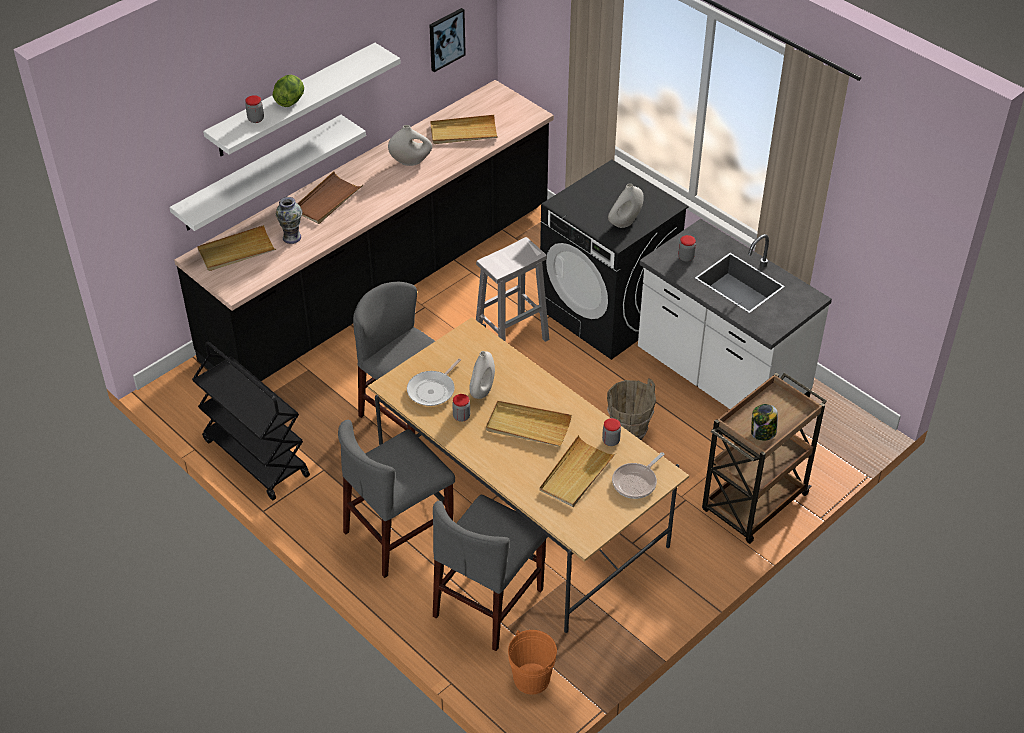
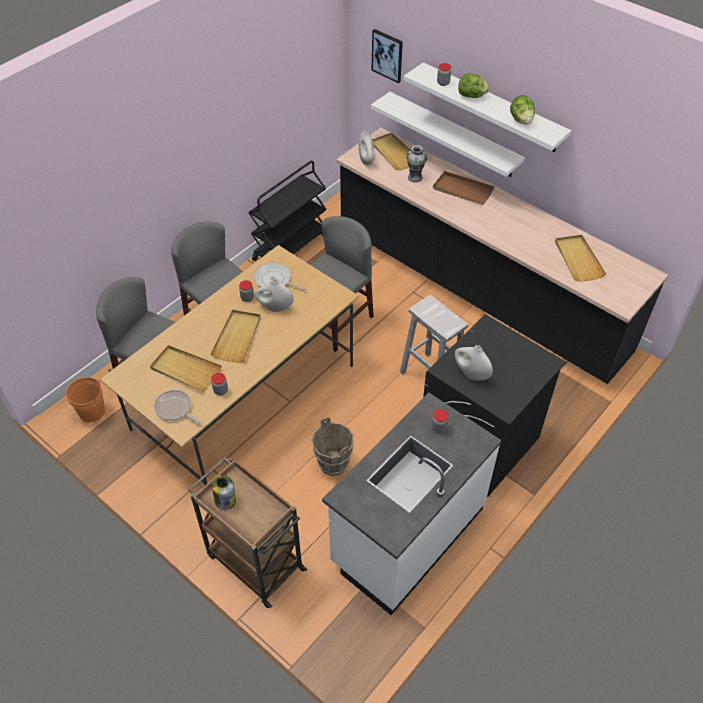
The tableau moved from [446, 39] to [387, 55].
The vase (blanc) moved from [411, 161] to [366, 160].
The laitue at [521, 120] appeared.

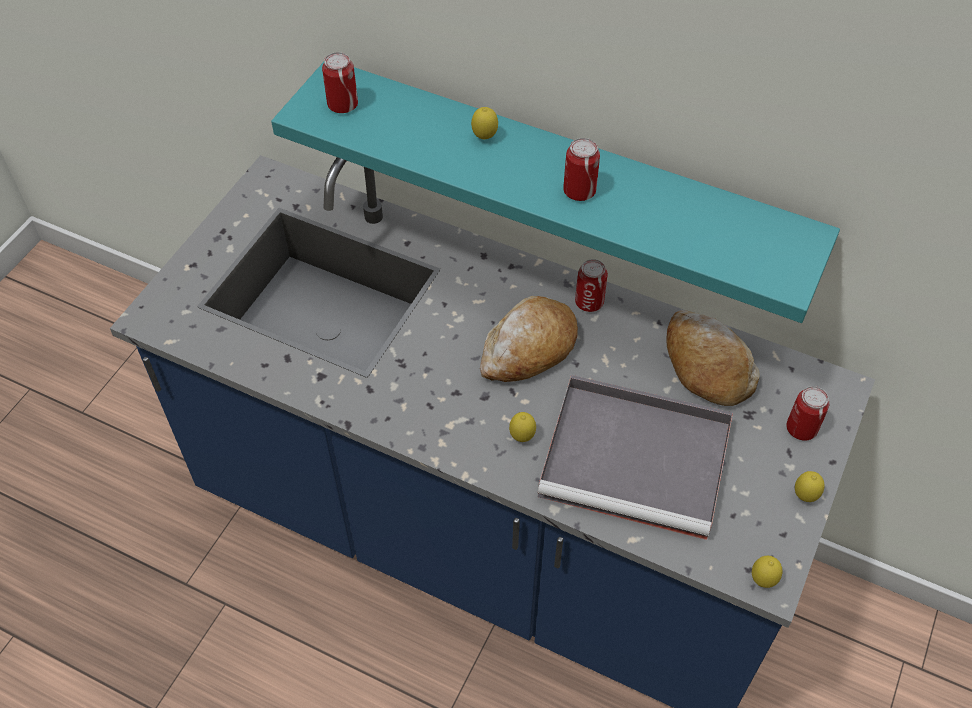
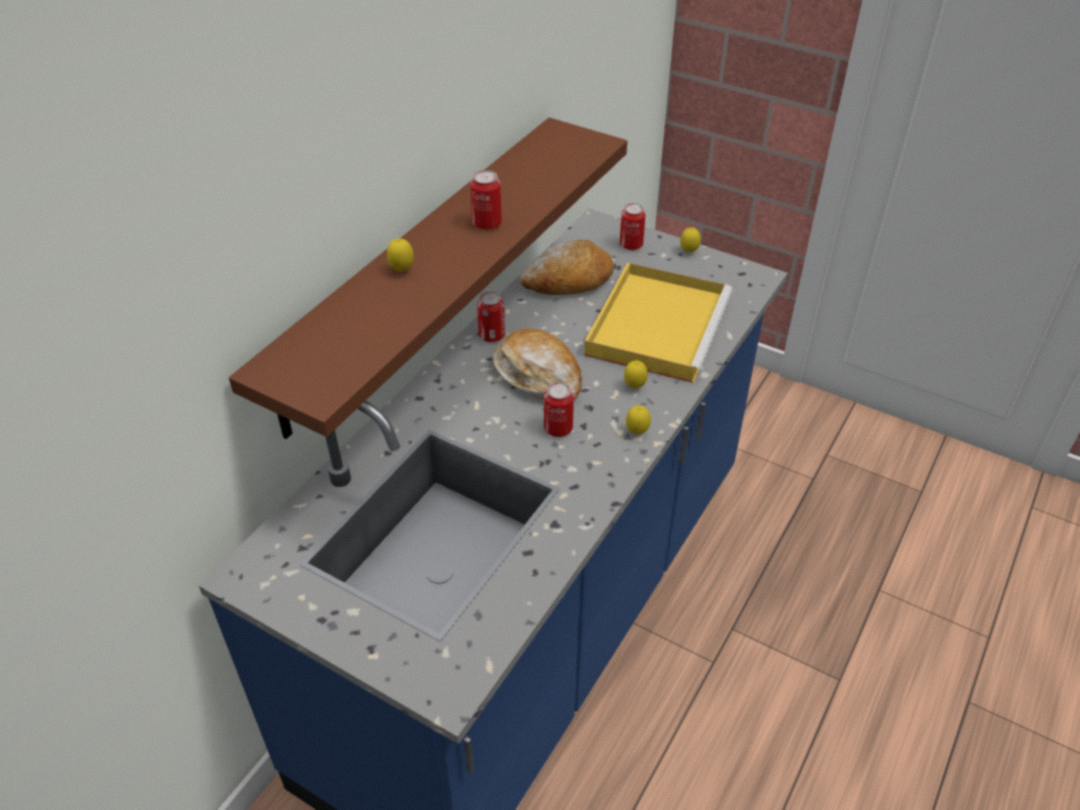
The boîte métallique moved from [343, 105] to [558, 428].
The étagère (turquoise) at [563, 178] became the étagère (marron) at [418, 269].
The plateau (gris) at [639, 460] became the plateau (jaune) at [657, 324].
The citron moved from [762, 580] to [637, 432].

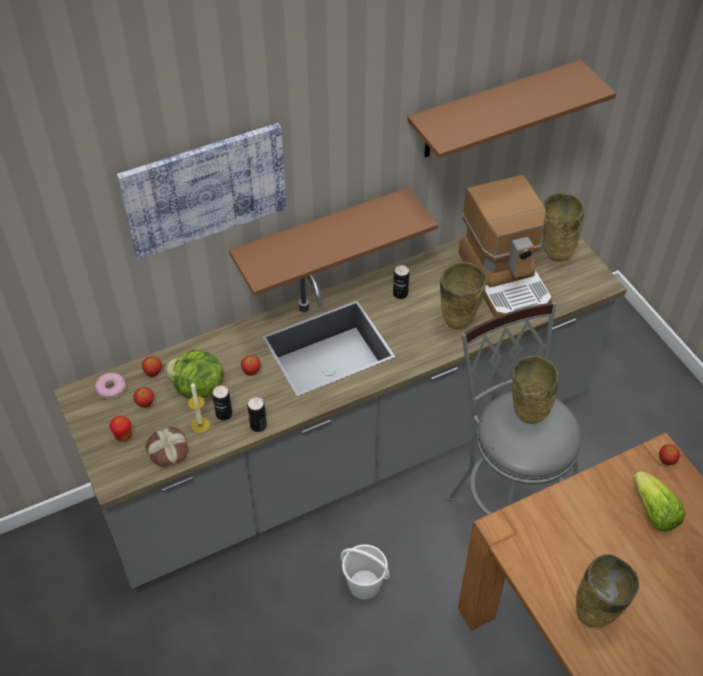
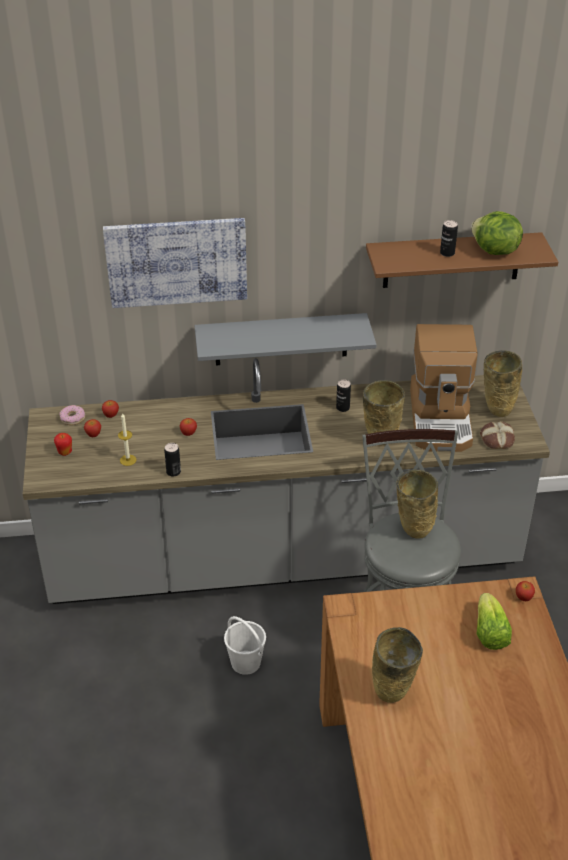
The étagère (marron) at [321, 238] became the étagère (gris) at [281, 339].
The laitue moved from [197, 388] to [494, 251].
The boîte métallique moved from [224, 414] to [447, 253].
The pain moved from [167, 450] to [496, 439].

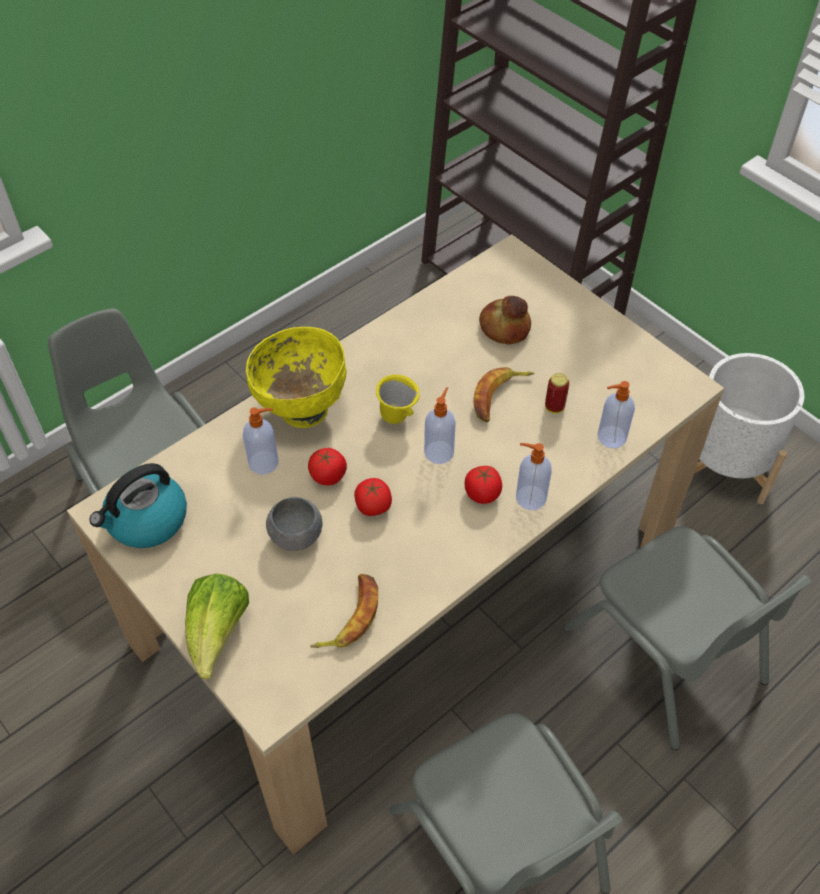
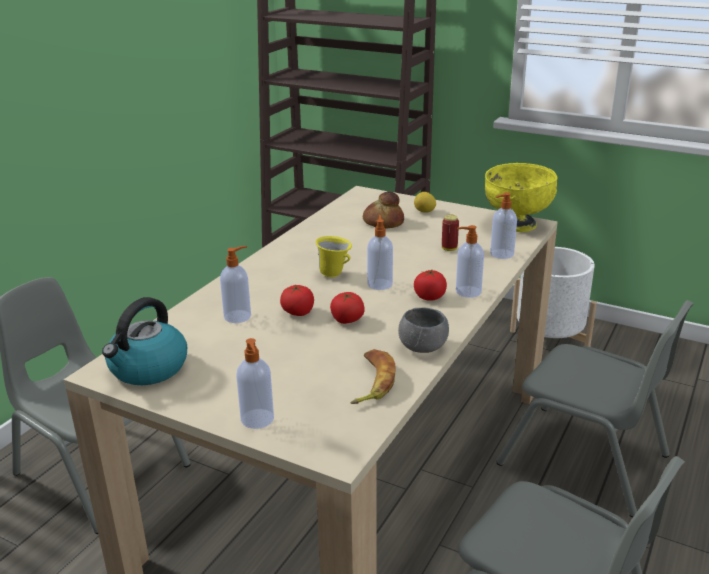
The bol (jaune) moved from [302, 409] to [516, 225].
The banane at [499, 397] disappeared.
The bol (gris) moved from [296, 536] to [423, 347].
The laitue at [218, 634] was replaced by the distributeur de savon at [257, 420].
The citron at [424, 212] appeared.

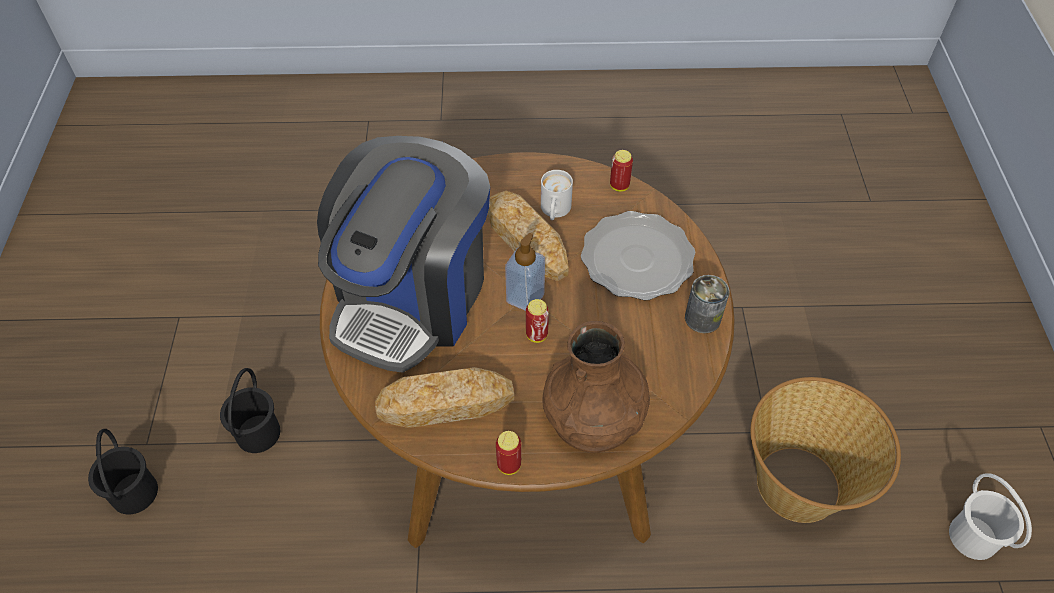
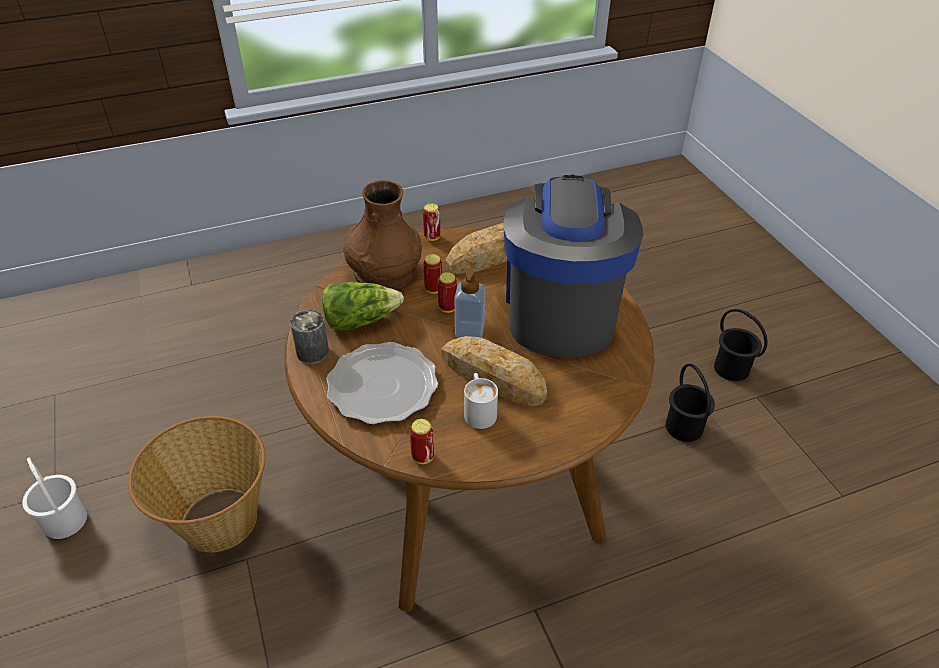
The boîte métallique at [433, 289] appeared.
The laitue at [360, 320] appeared.

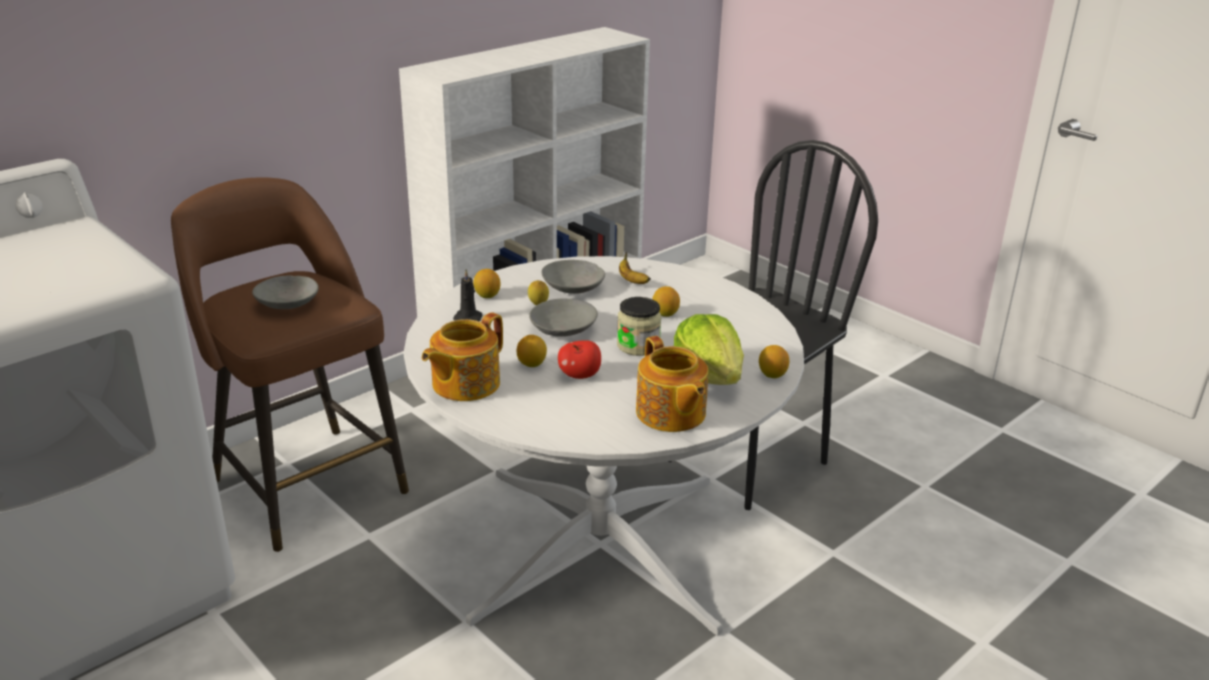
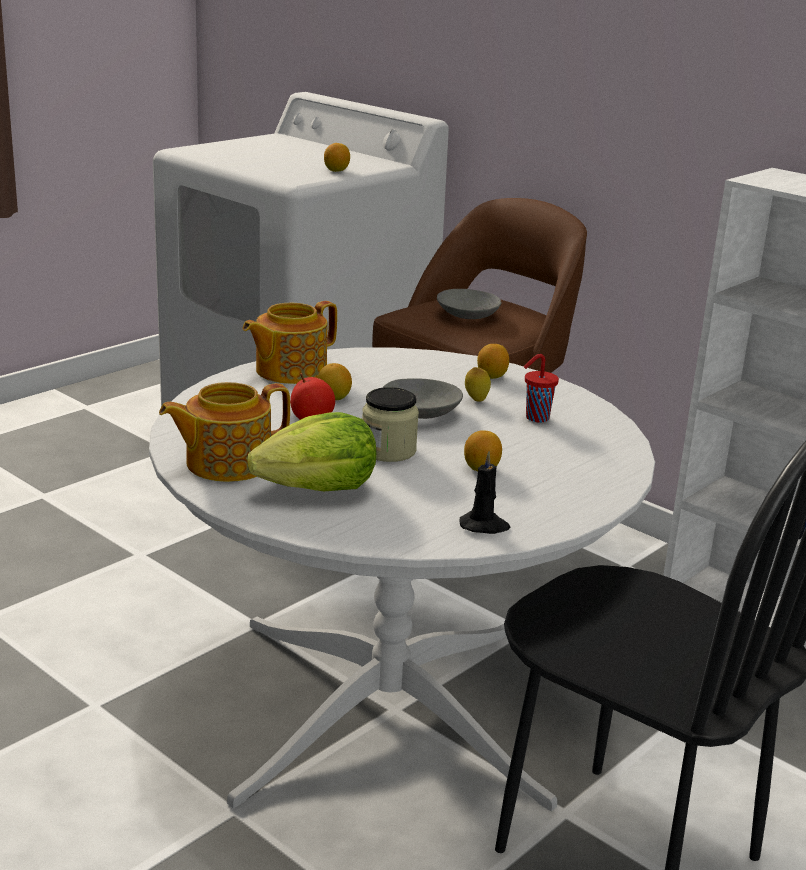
The banane at [631, 280] disappeared.
The bol (gris) at [574, 287] was replaced by the tasse (rouge) at [535, 418].
The bougie (noir) moved from [468, 318] to [484, 526].
The théière at [464, 384] turned 75 degrees counterclockwise.
The citron moved from [772, 375] to [336, 171].

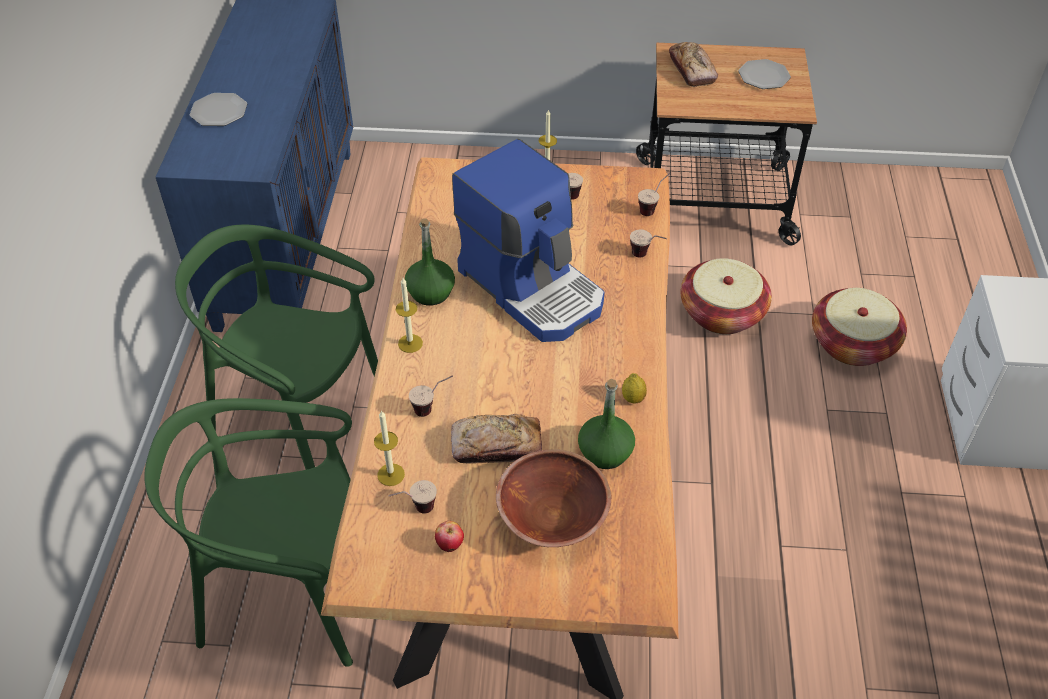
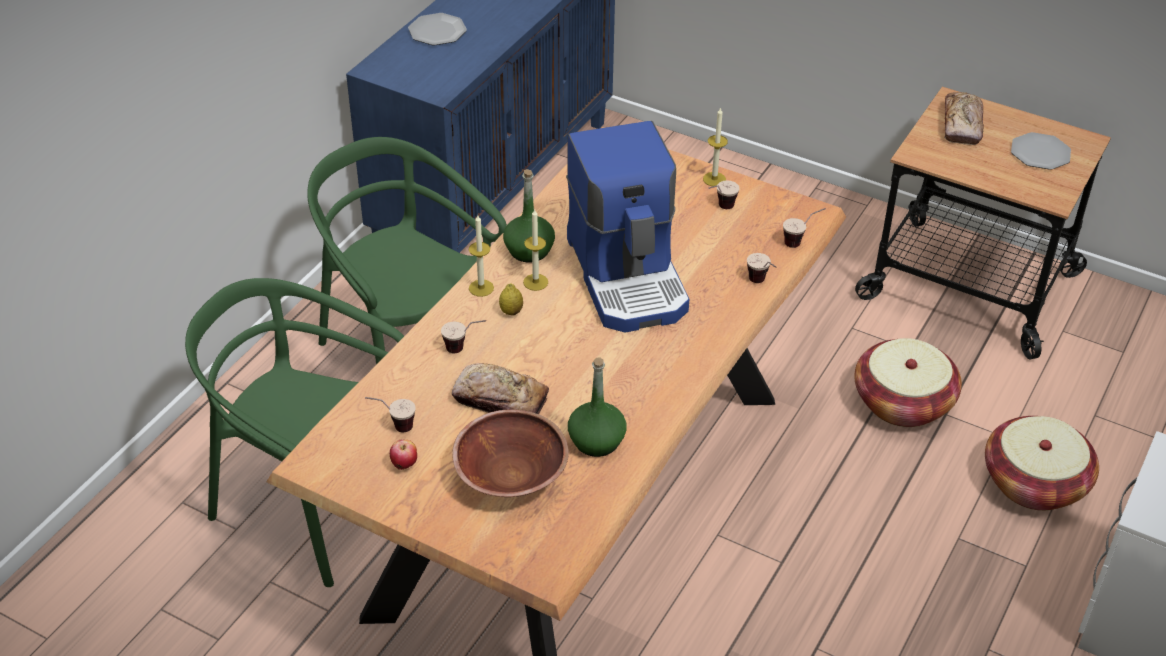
The citron moved from [633, 398] to [511, 311].
The bougie moved from [391, 474] to [535, 282].

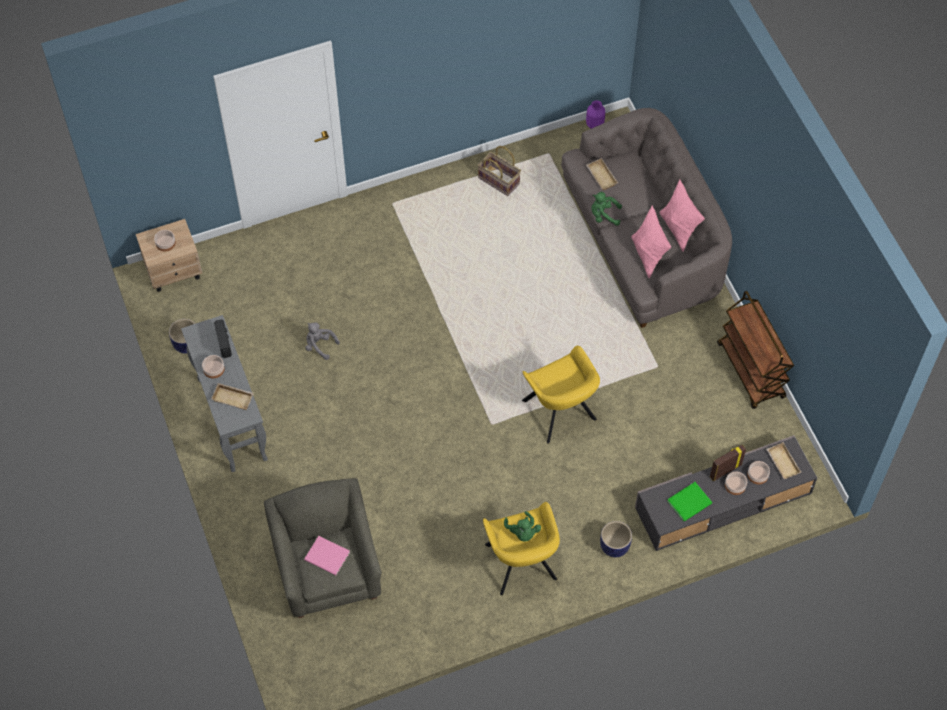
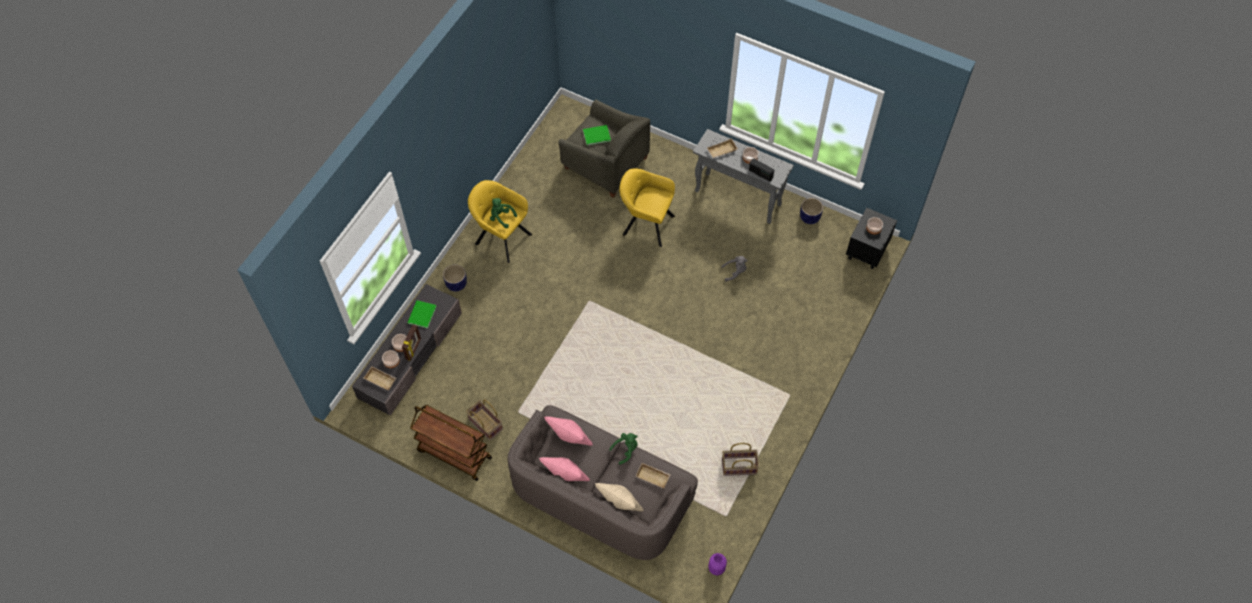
The table de chevet (beige) at [174, 271] became the table de chevet (noir) at [866, 251].
The fauteuil (jaune) moved from [560, 413] to [646, 224].
The livre (rose) at [327, 557] became the livre (vert) at [596, 135].
The panier at [485, 424] appeared.
The coussin (beige) at [619, 505] appeared.

